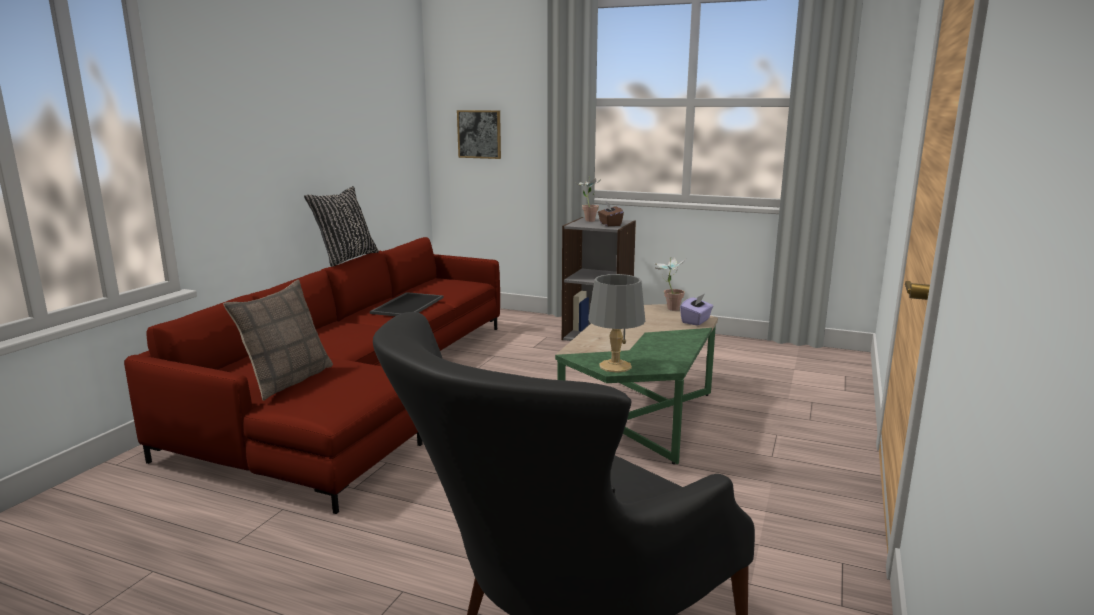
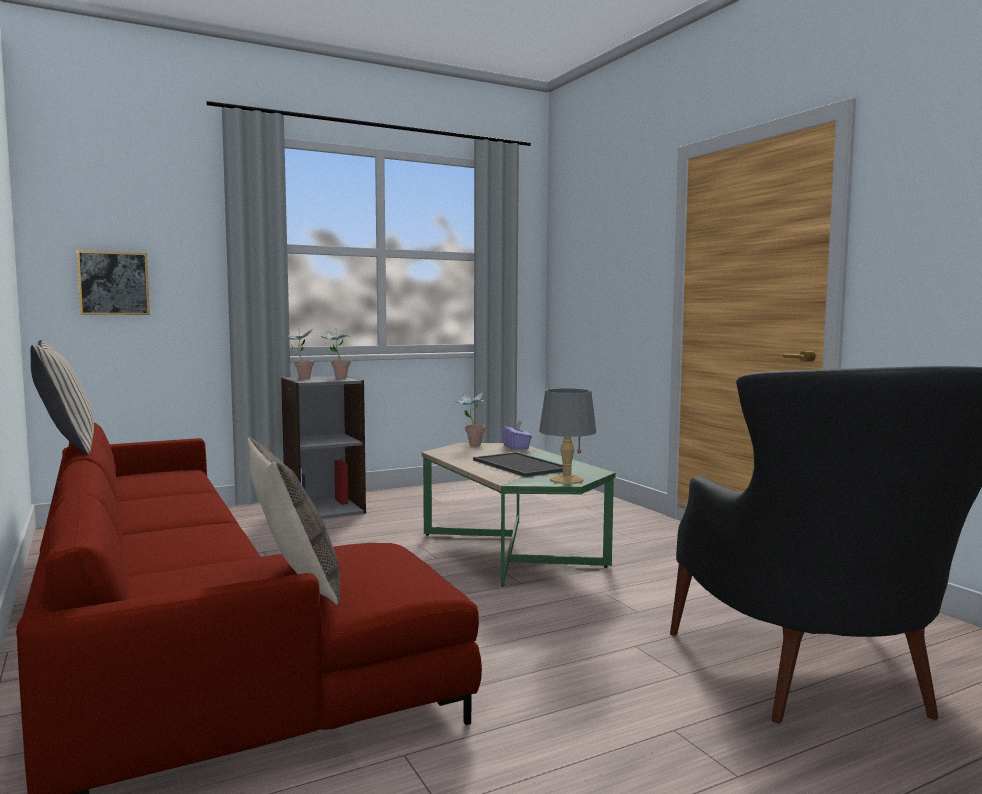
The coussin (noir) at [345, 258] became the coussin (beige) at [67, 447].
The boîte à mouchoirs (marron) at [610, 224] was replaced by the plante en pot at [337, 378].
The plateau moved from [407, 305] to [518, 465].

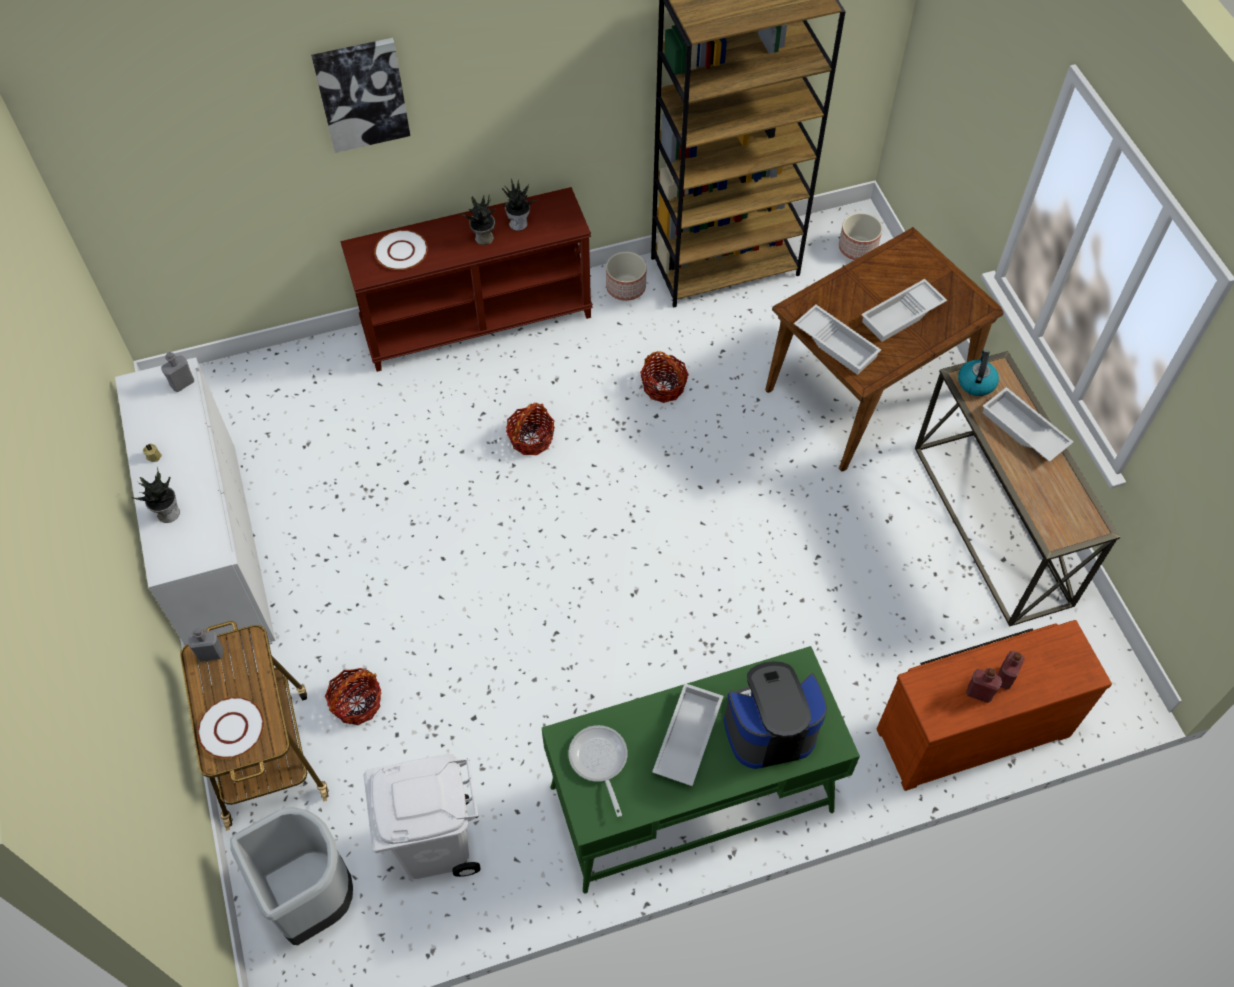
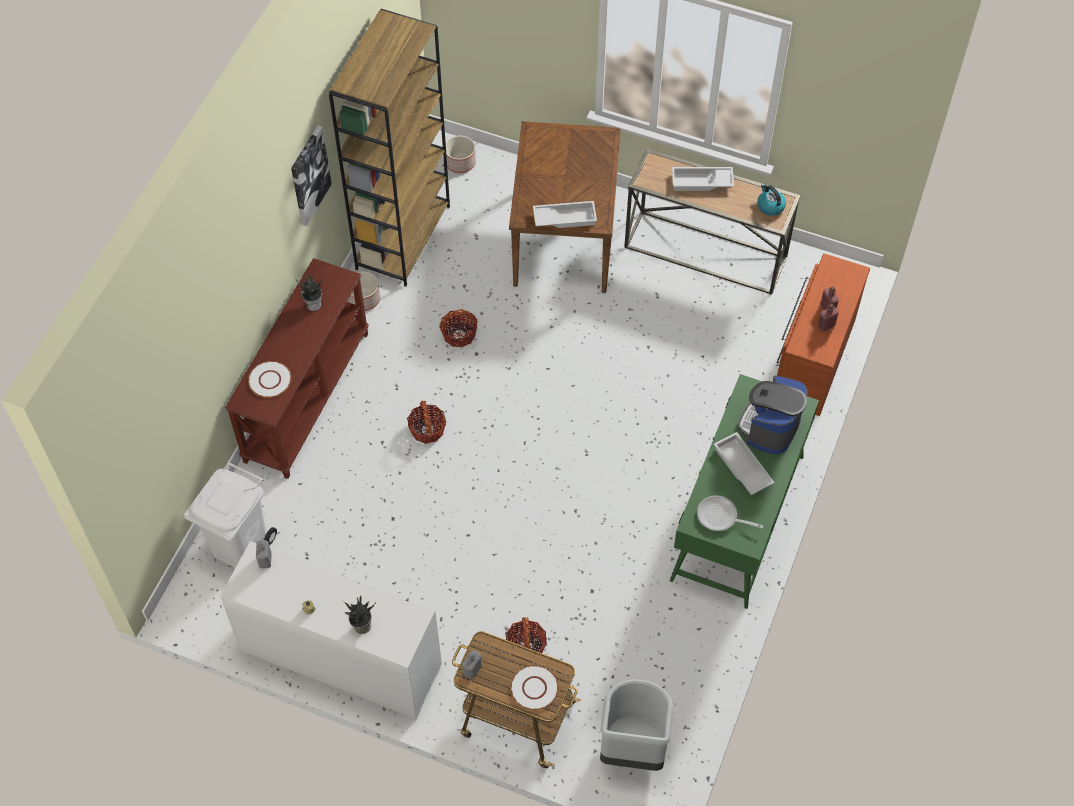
The tableau moved from [362, 94] to [309, 175].
The plante en pot at [483, 238] disappeared.
The plateau (blanc) at [902, 315] disappeared.
The bouilloire moved from [976, 382] to [770, 206].
The poubelle (blanc) moved from [434, 843] to [239, 545].

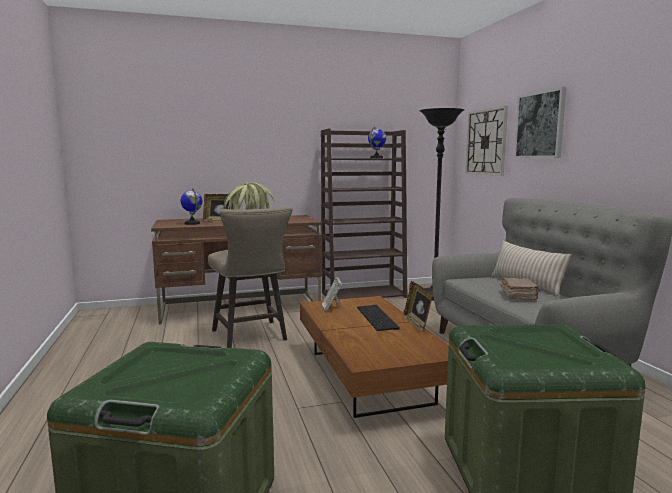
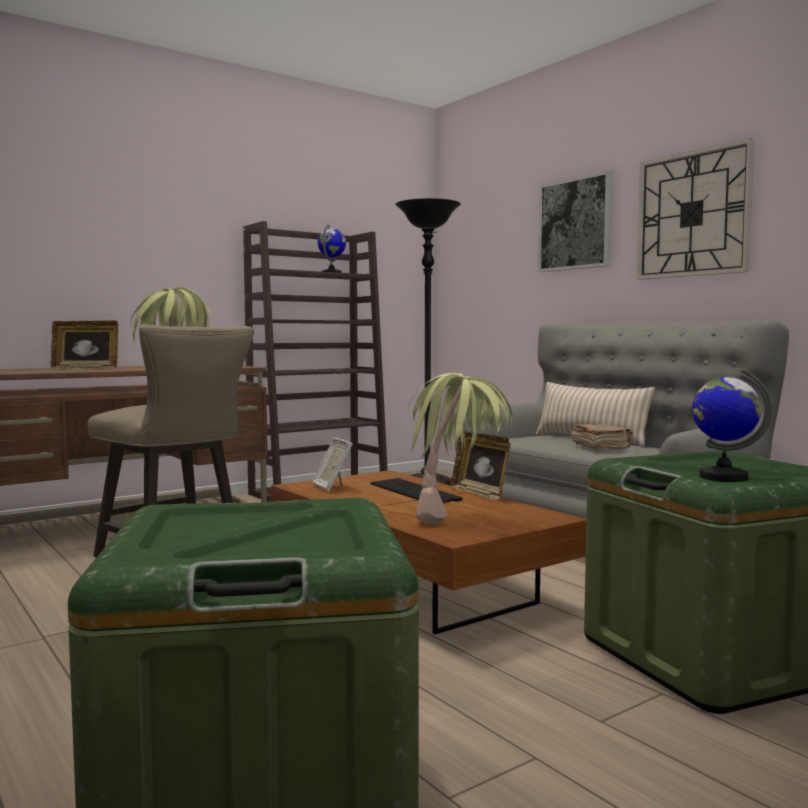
The horloge murale moved from [486, 142] to [693, 214].
The globe moved from [192, 223] to [723, 477].
The plante en pot at [458, 518] appeared.

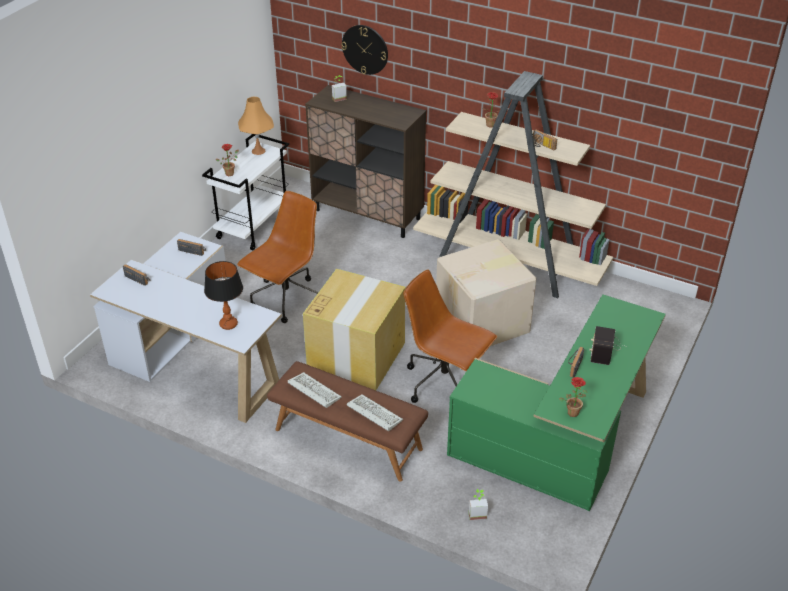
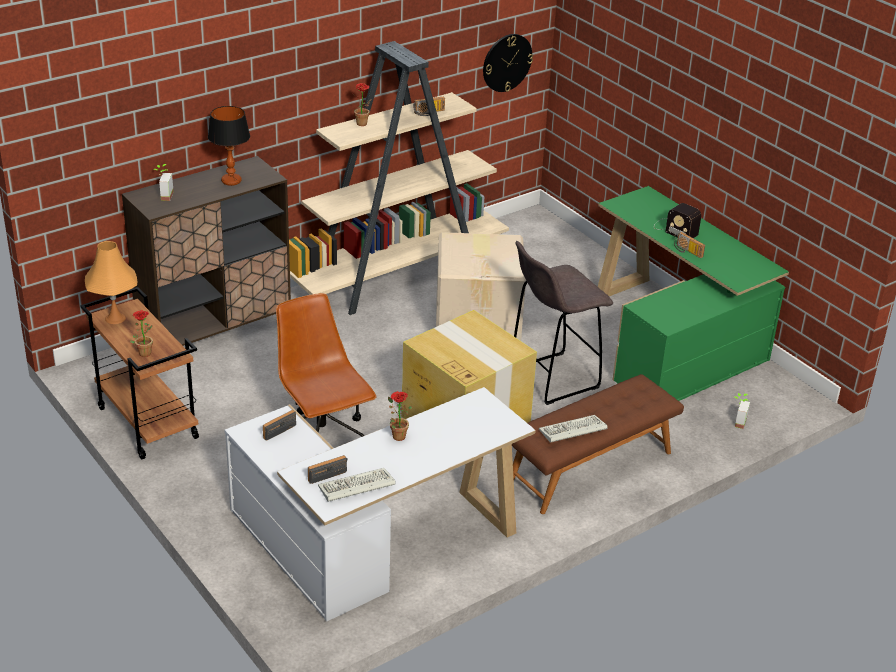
The horloge murale moved from [365, 49] to [507, 62].
The chariot (blanc) at [254, 226] became the chariot (marron) at [146, 423].
The lampe de table moved from [229, 324] to [231, 181].
The chaise de bureau (marron) at [445, 383] was replaced by the tabouret (gris) at [551, 379].
The plante en pot moved from [573, 411] to [396, 435].
The clavier moved from [373, 414] to [355, 488].

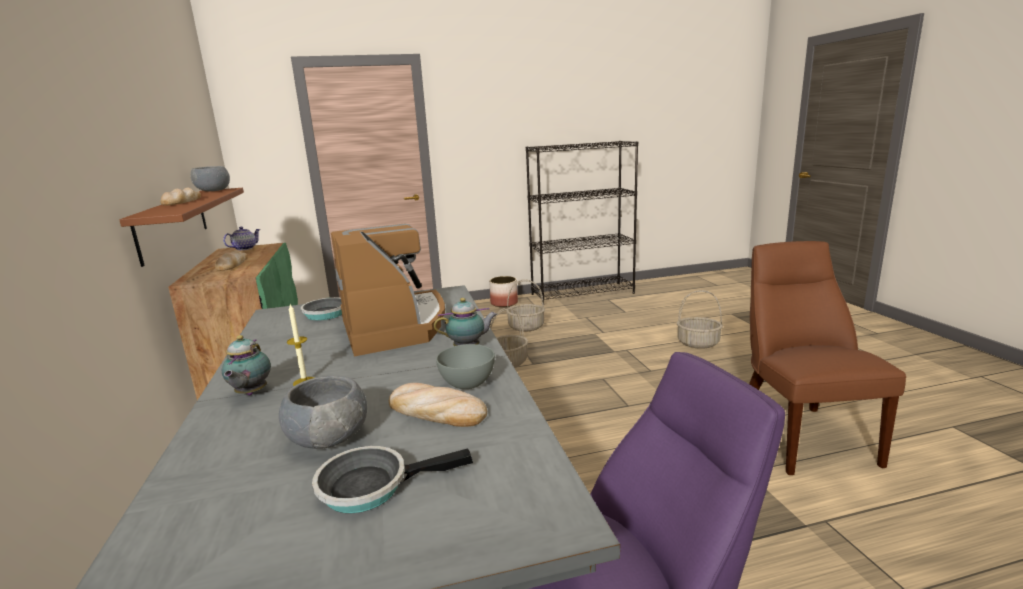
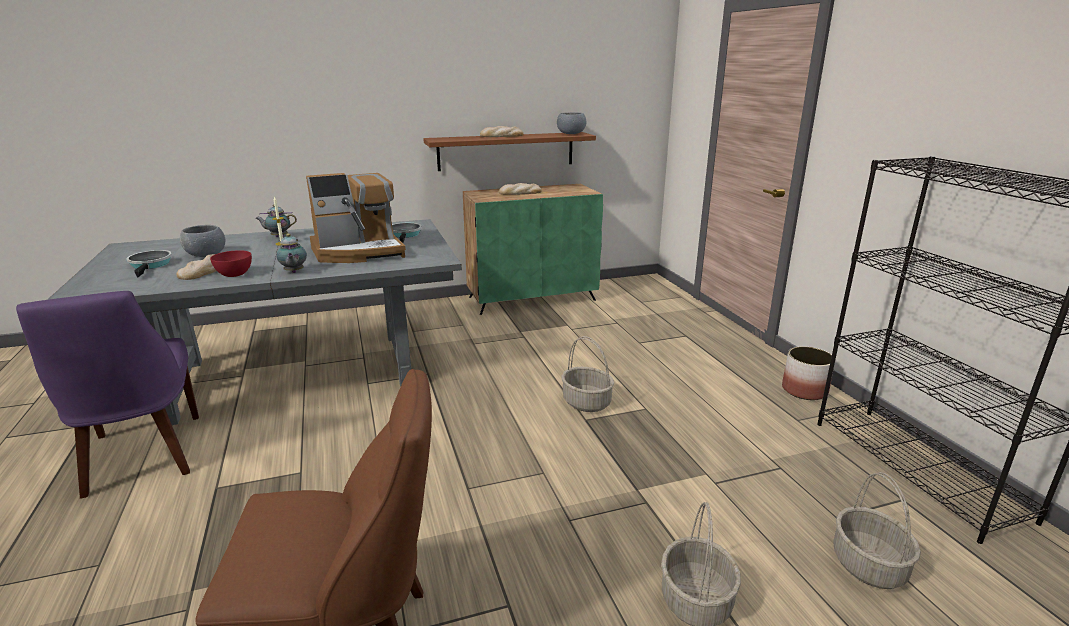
The théière at [245, 248] disappeared.
The panier moved from [526, 327] to [869, 566].
The bol (gris) at [467, 384] became the bol (rouge) at [235, 274].

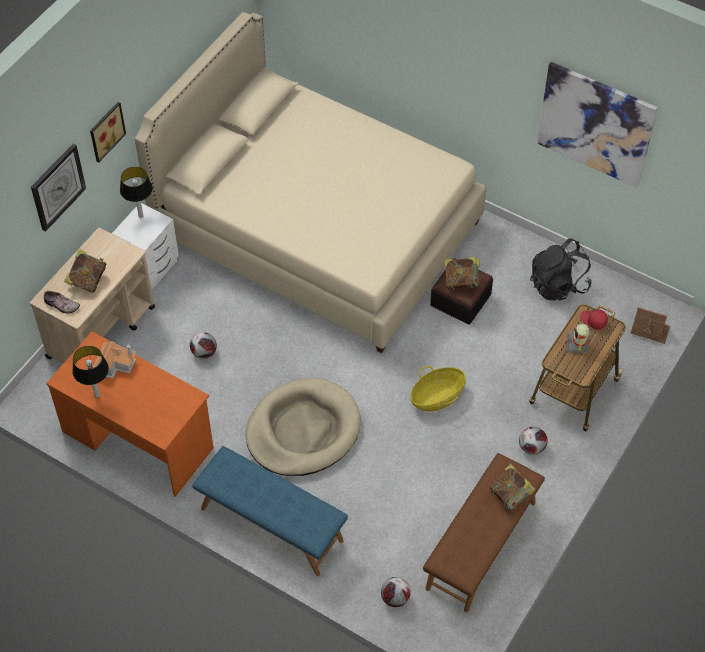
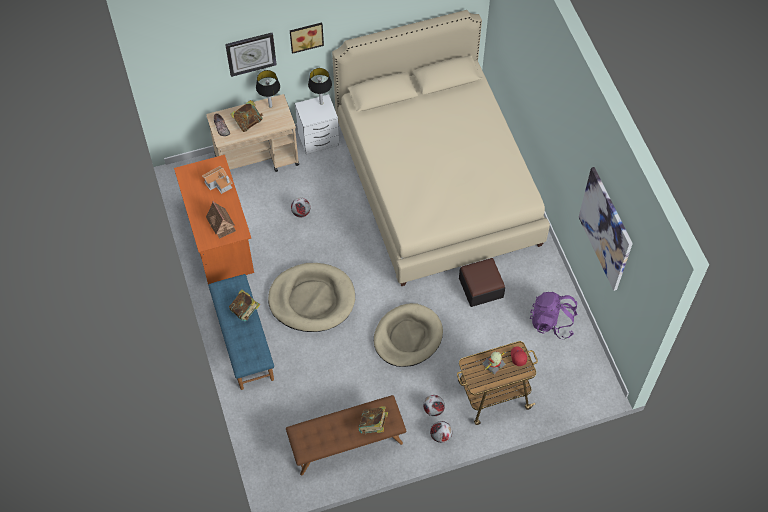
The sac à dos (noir) at [558, 285] became the sac à dos (violet) at [552, 322].
The livre moved from [461, 281] to [245, 311].
The maison miniature moved from [649, 330] to [221, 224].
The lampe de table moved from [96, 395] to [270, 106].
The panier at [437, 397] was replaced by the panier pour chien (beige) at [407, 337].
The ballon de foot moved from [395, 598] to [440, 435].

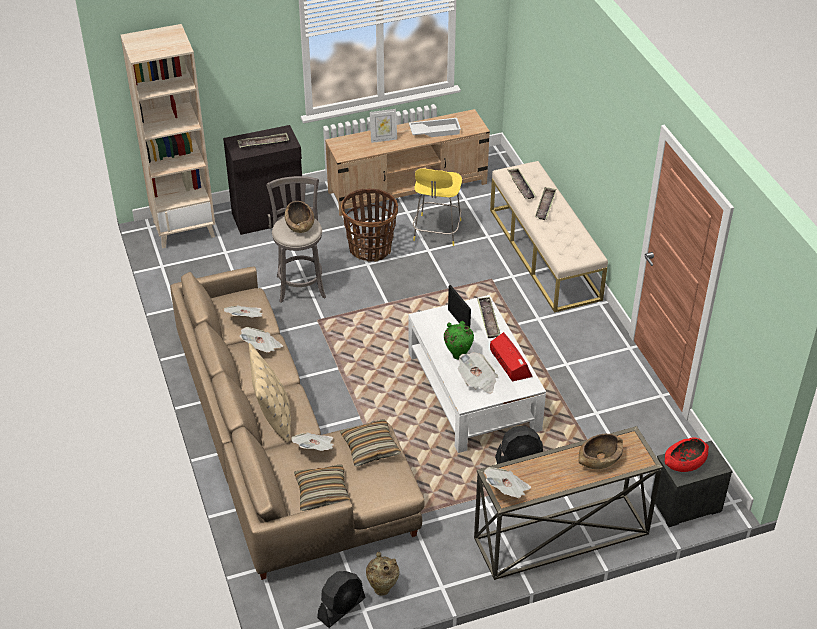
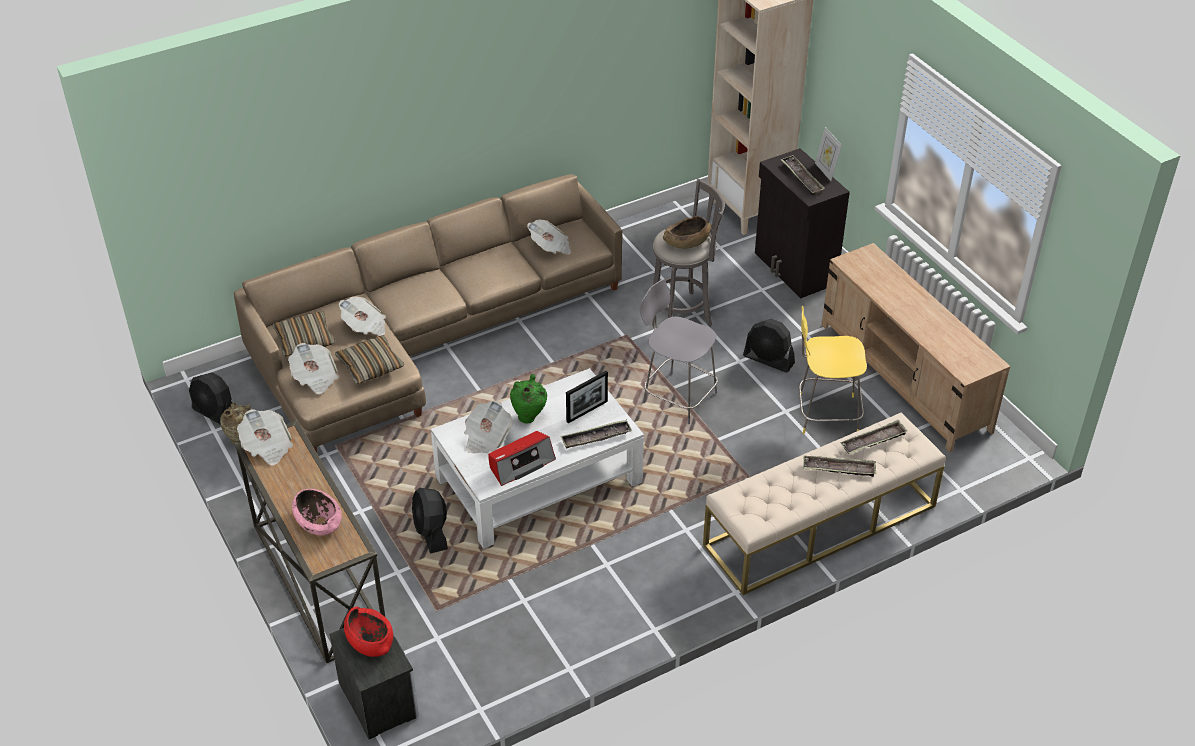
The cadre photo moved from [383, 139] to [826, 171].
The plateau (blanc) at [435, 131] disappeared.
The panier at [370, 248] was replaced by the ventilateur (noir) at [768, 360].
The journal moved from [262, 347] to [315, 378].
The coussin (beige) at [273, 416] disappeared.
The bol (marron) at [599, 459] became the bol (rose) at [319, 522].
The tabouret (gris) at [677, 397] appeared.

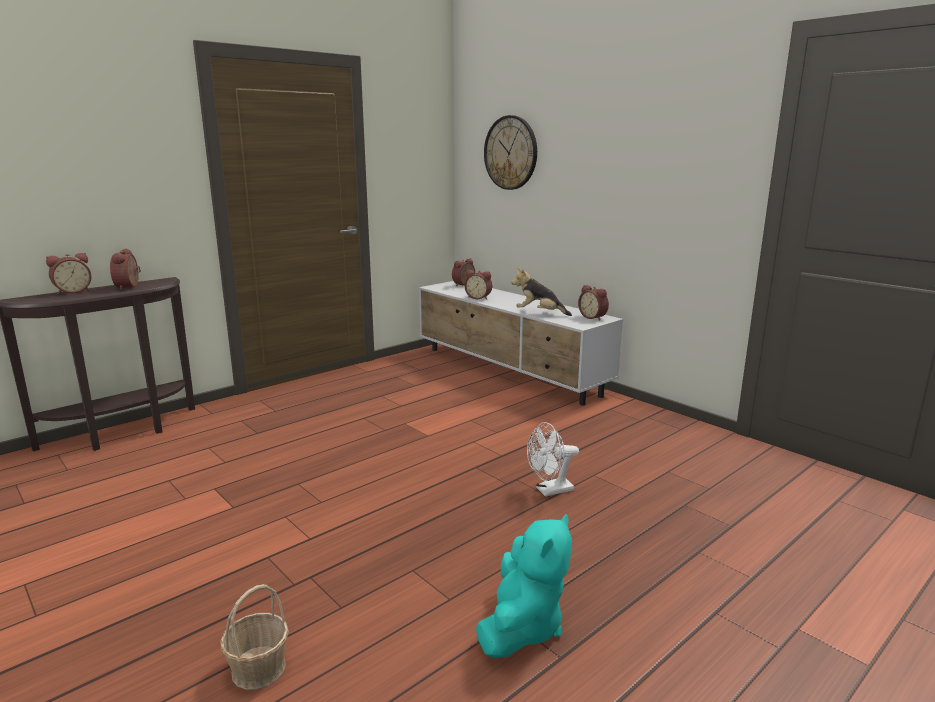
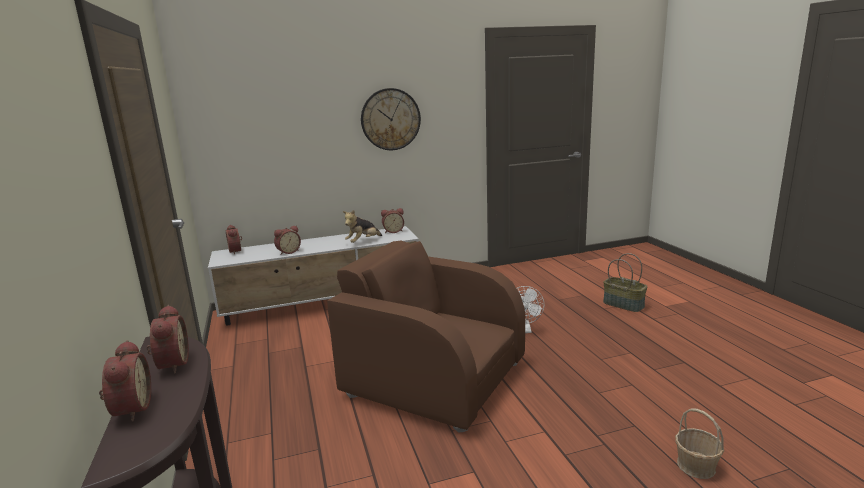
The horloge murale moved from [511, 153] to [390, 119].
The réveil at [129, 287] turned 120 degrees counterclockwise.
The peluche (turquoise) at [522, 627] disappeared.
The fauteuil (marron) at [434, 378] appeared.
The panier at [624, 304] appeared.

